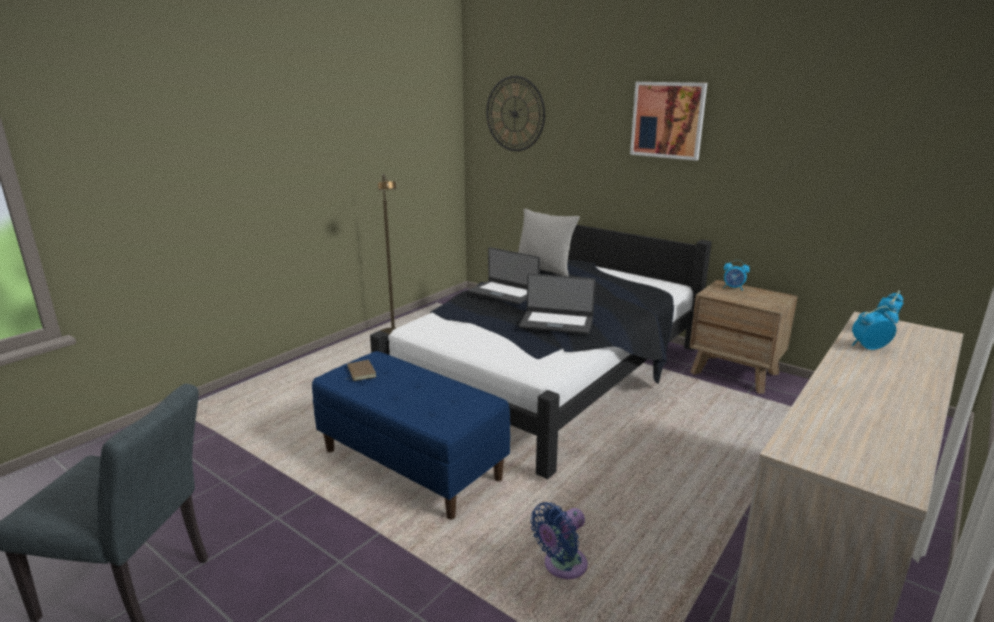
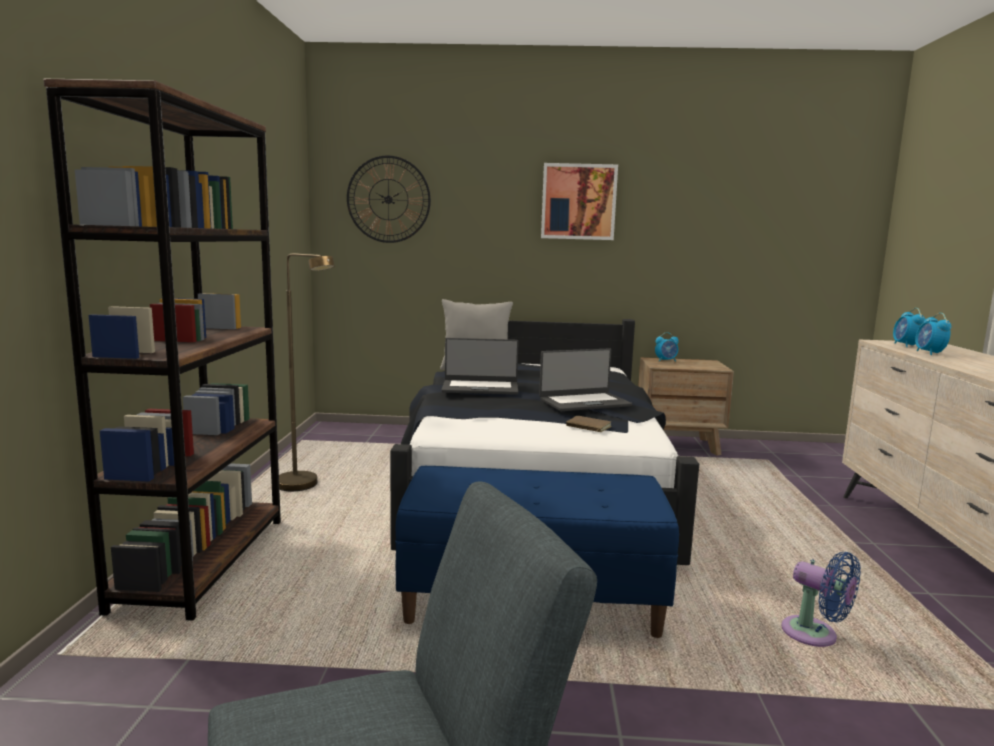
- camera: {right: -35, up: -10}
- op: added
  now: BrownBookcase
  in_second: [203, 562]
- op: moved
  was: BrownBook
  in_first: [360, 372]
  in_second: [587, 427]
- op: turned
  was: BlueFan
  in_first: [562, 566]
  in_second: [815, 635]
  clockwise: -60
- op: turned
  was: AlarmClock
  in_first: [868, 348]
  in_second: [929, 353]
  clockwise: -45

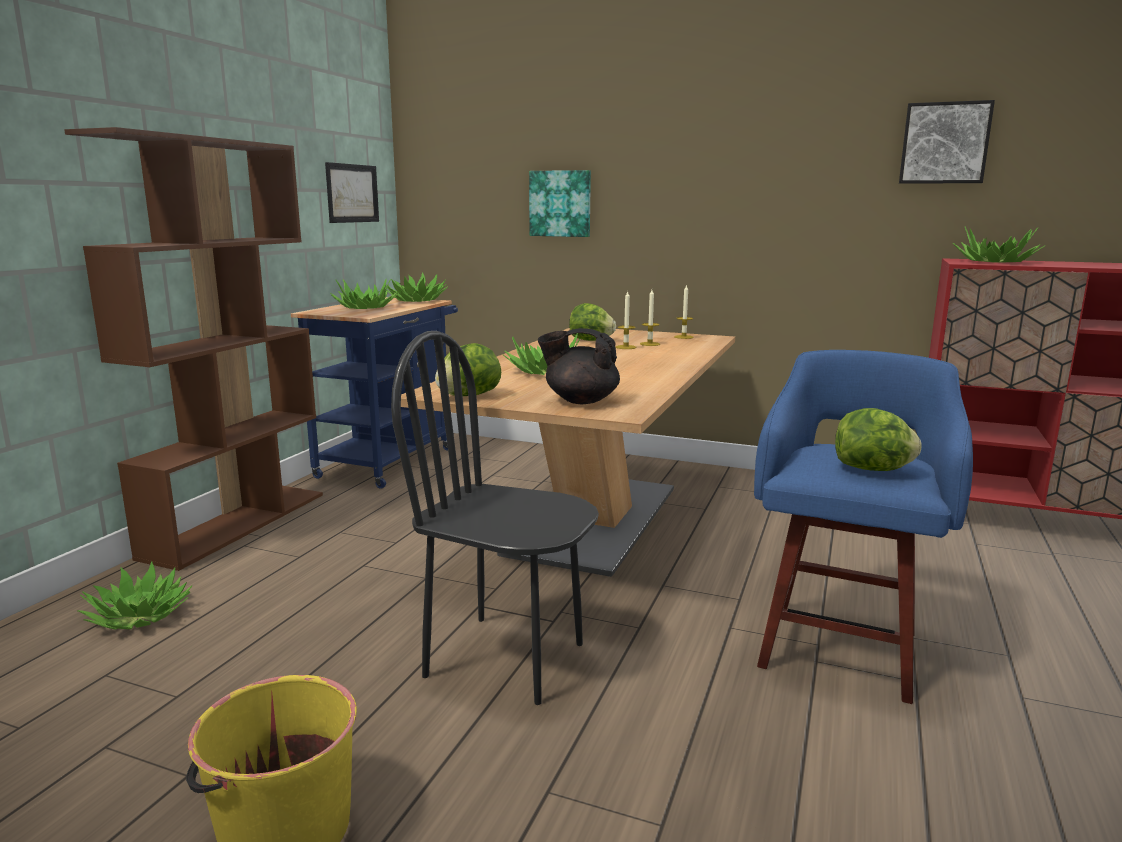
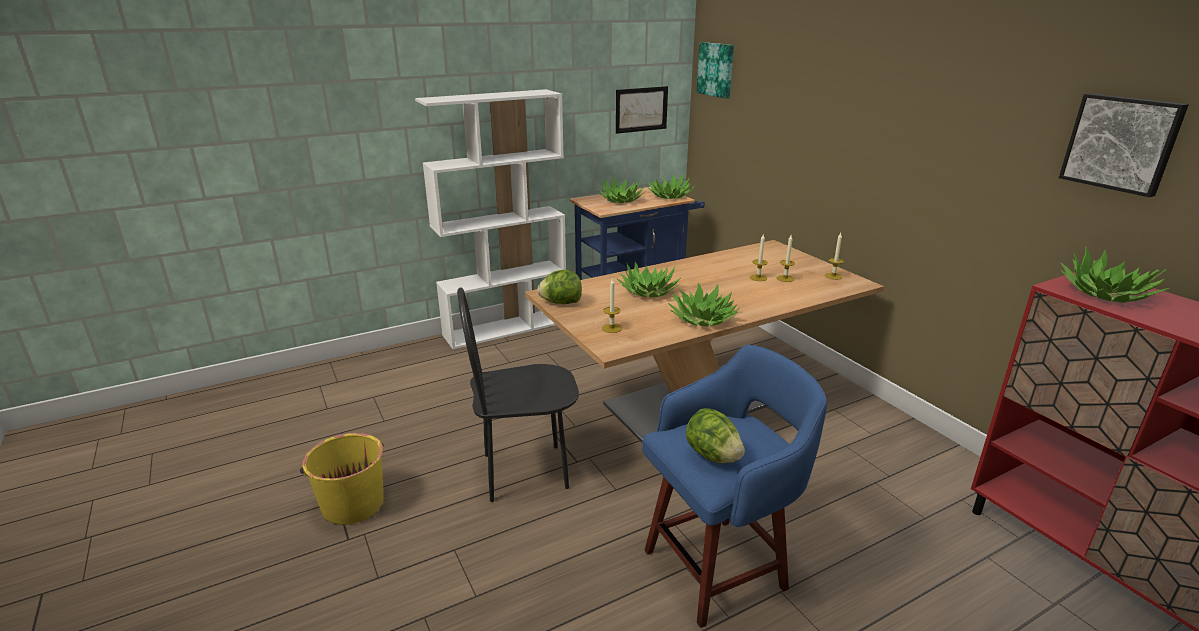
- camera: {right: 40, up: 10}
- op: removed
  was: Lettuce
  in_first: [591, 340]
- op: moved
  was: PottedPlant
  in_first: [139, 616]
  in_second: [702, 319]
- op: moved
  was: Picture
  in_first: [560, 203]
  in_second: [716, 69]
- op: replaced
  was: BlackTeapot
  now: Candle
  in_first: [580, 400]
  in_second: [611, 328]
- op: recoloured
  was: BrownBookcase
  now: WhiteBookcase
  in_first: [237, 524]
  in_second: [506, 328]
- op: turned
  was: BlackChair
  in_first: [506, 658]
  in_second: [525, 471]
  clockwise: -75

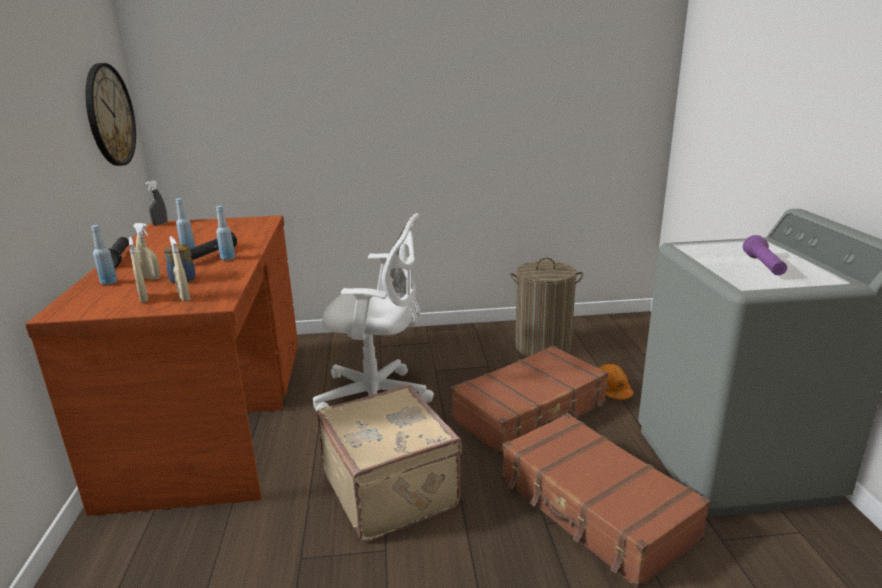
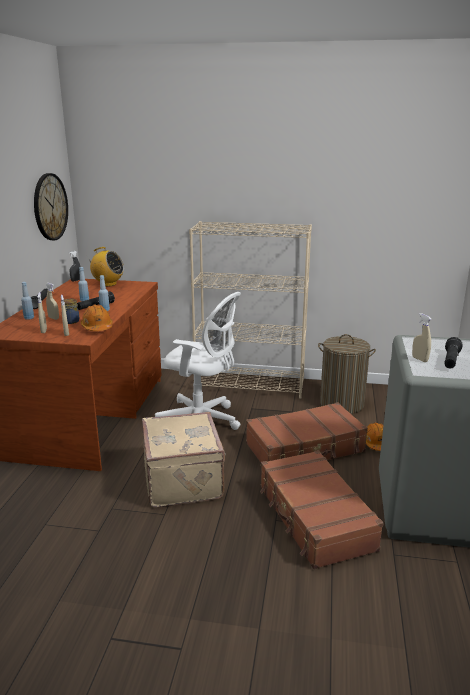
- camera: {right: 15, up: 0}
- op: added
  now: OrangeHardHat
  in_second: [97, 327]
- op: added
  now: Radio
  in_second: [108, 284]
- op: added
  now: BeigeBookcase
  in_second: [250, 385]
- op: added
  now: BeigeSprayBottle
  in_second: [419, 359]
- op: recoloured
  was: PurpleFlashlight
  now: BlackFlashlight
  in_first: [764, 266]
  in_second: [450, 361]

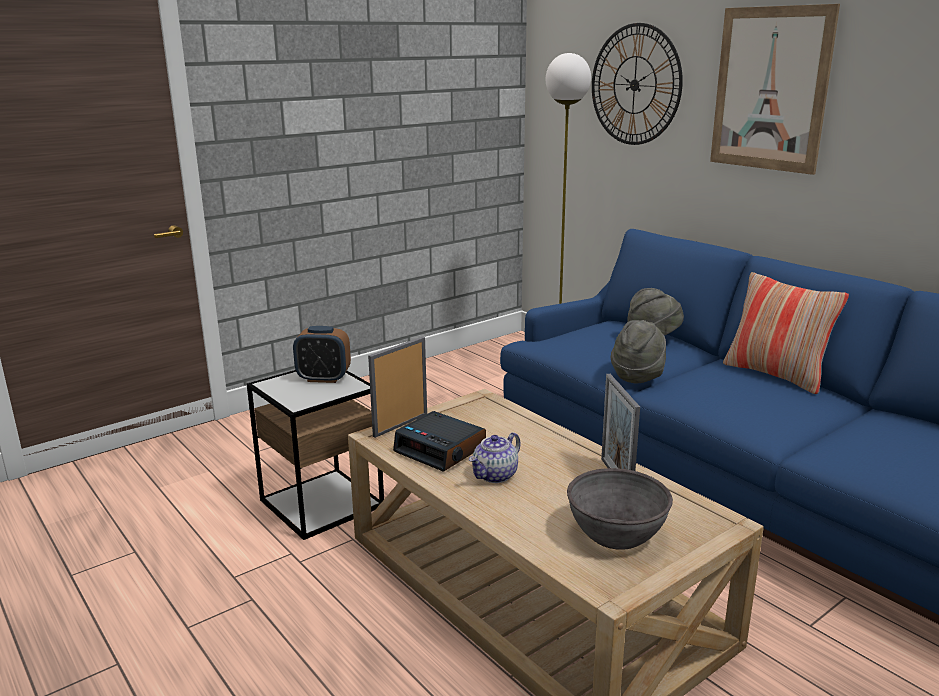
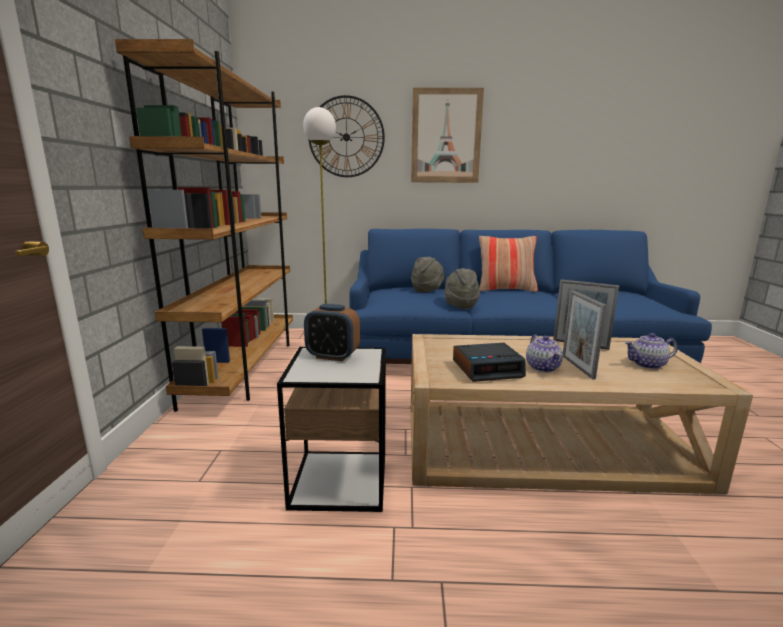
- camera: {right: -50, up: -5}
- op: added
  now: BrownBookcase
  in_second: [244, 368]
- op: moved
  was: PictureFrame
  in_first: [400, 425]
  in_second: [577, 367]
- op: replaced
  was: GreyBowl
  now: Teapot
  in_first: [616, 534]
  in_second: [647, 365]
- op: turned
  was: AlarmClock
  in_first: [324, 378]
  in_second: [332, 356]
  clockwise: 60

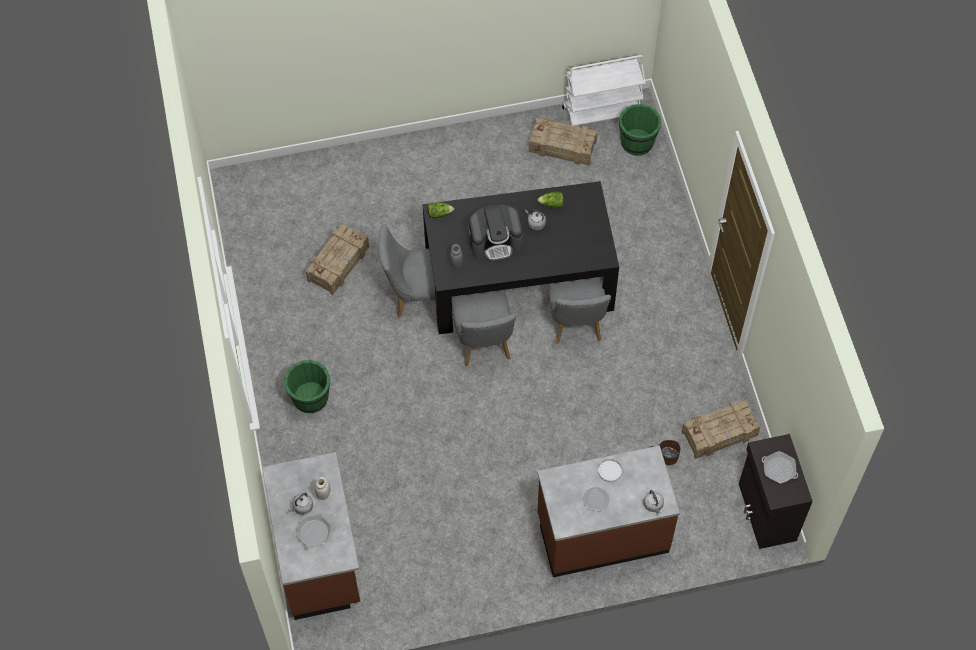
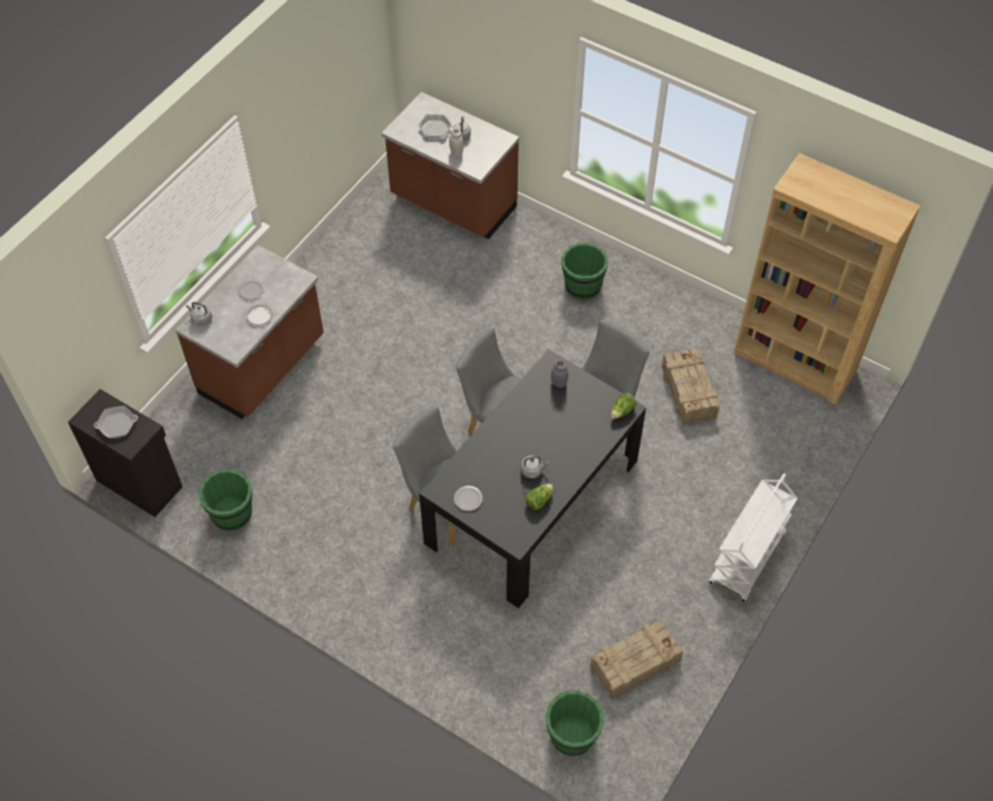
- camera: {right: 135, up: -5}
- op: removed
  was: CoffeeMachine
  in_first: [495, 241]
- op: removed
  was: BrownBucket
  in_first: [664, 458]
- op: added
  now: Plate
  in_second: [468, 499]
- op: added
  now: BrownBookcase
  in_second: [795, 362]
- op: moved
  was: WhiteCart
  in_first: [602, 112]
  in_second: [747, 559]
- op: replaced
  was: Crate
  now: GreenBucket
  in_first: [720, 434]
  in_second: [232, 514]

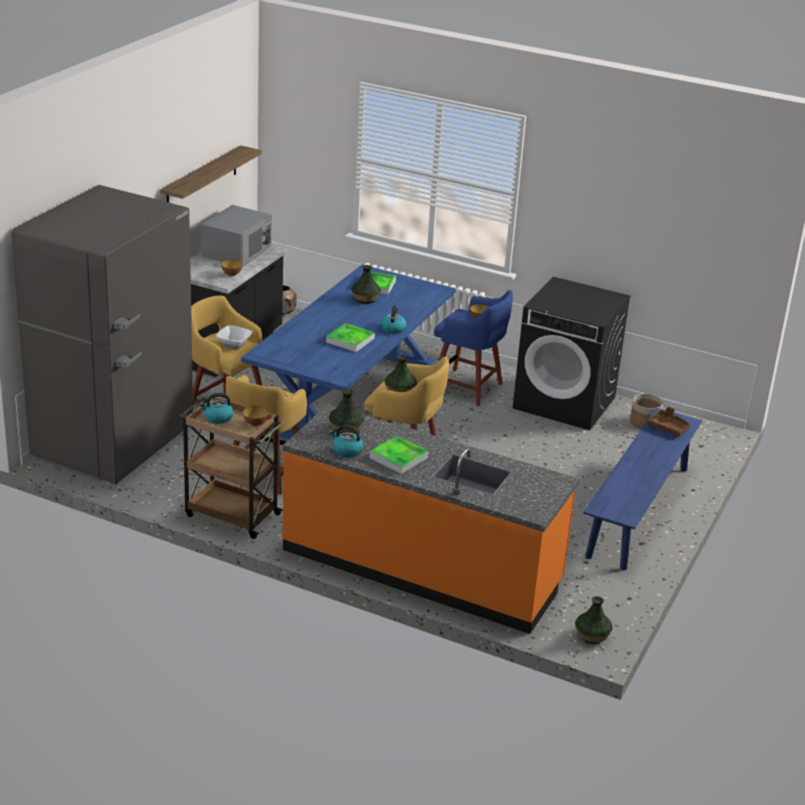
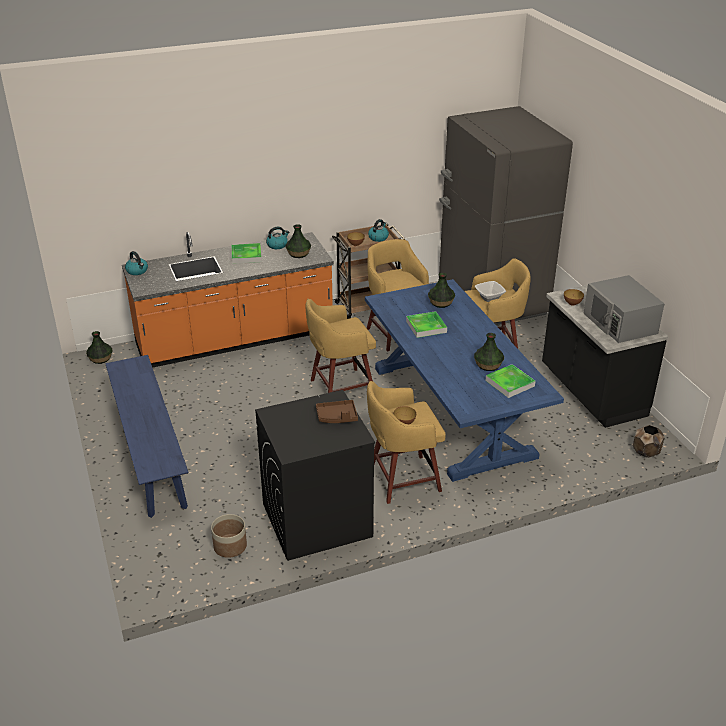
- camera: {right: 135, up: 5}
- op: removed
  was: Shelf
  in_first: [202, 179]
- op: moved
  was: Kettle
  in_first: [393, 328]
  in_second: [137, 271]
- op: moved
  was: Vase
  in_first: [400, 392]
  in_second: [440, 303]
- op: moved
  was: BrownTray
  in_first: [668, 428]
  in_second: [337, 417]
- op: recoloured
  was: BlueStool
  now: YellowStool
  in_first: [468, 388]
  in_second: [402, 479]

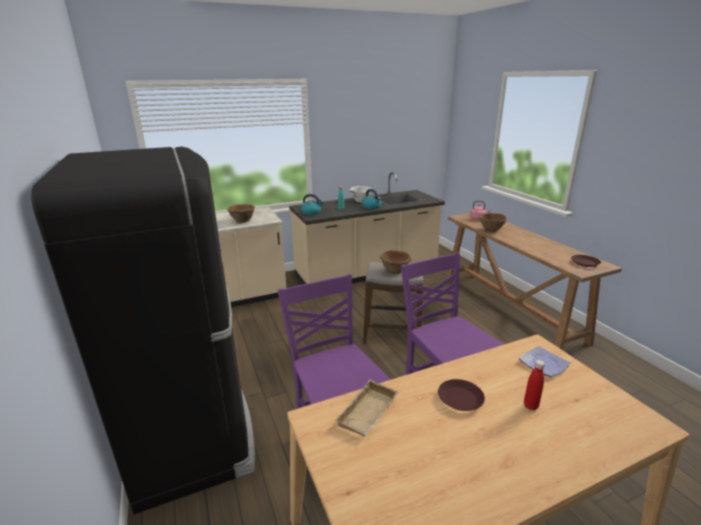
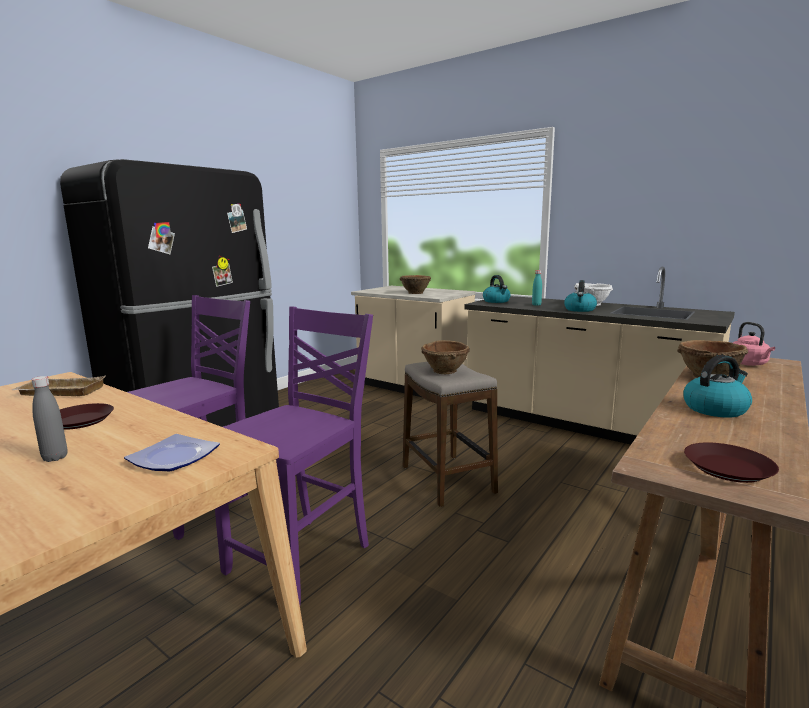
- camera: {right: 60, up: -10}
- op: added
  now: Kettle
  in_second: [715, 409]
- op: recoloured
  was: RedBottle
  now: GreyBottle
  in_first: [530, 406]
  in_second: [55, 458]

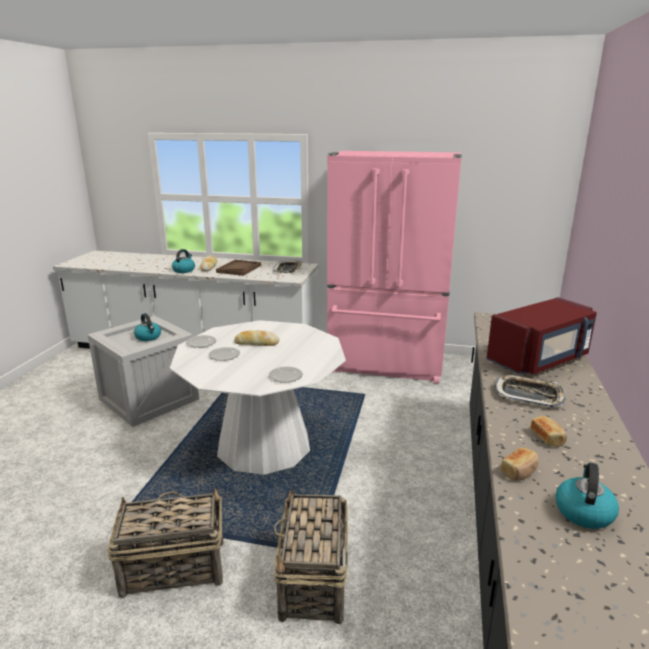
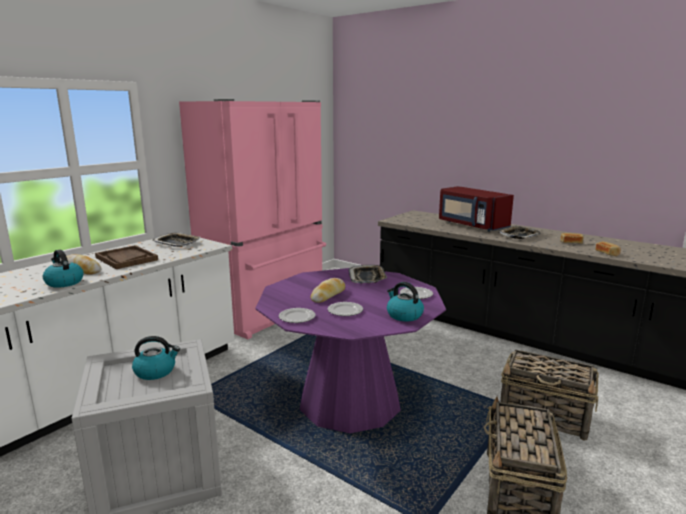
- camera: {right: -65, up: -5}
- op: added
  now: Tray
  in_second: [367, 278]
- op: moved
  was: Kettle
  in_first: [583, 511]
  in_second: [404, 315]
- op: recoloured
  was: WhiteDiningTable
  now: PurpleDiningTable
  in_first: [263, 445]
  in_second: [350, 402]
- op: turned
  was: RedMicrowave
  in_first: [539, 359]
  in_second: [471, 225]
  clockwise: 150

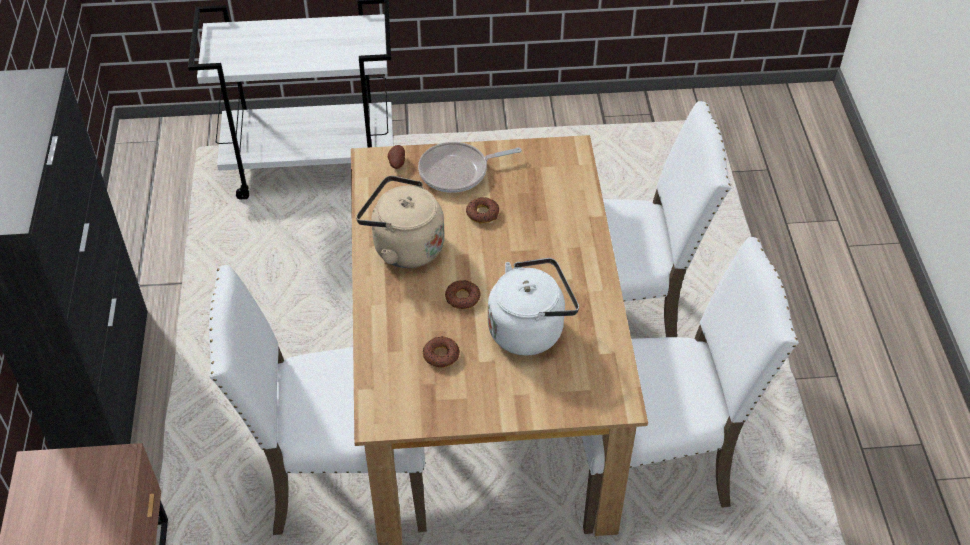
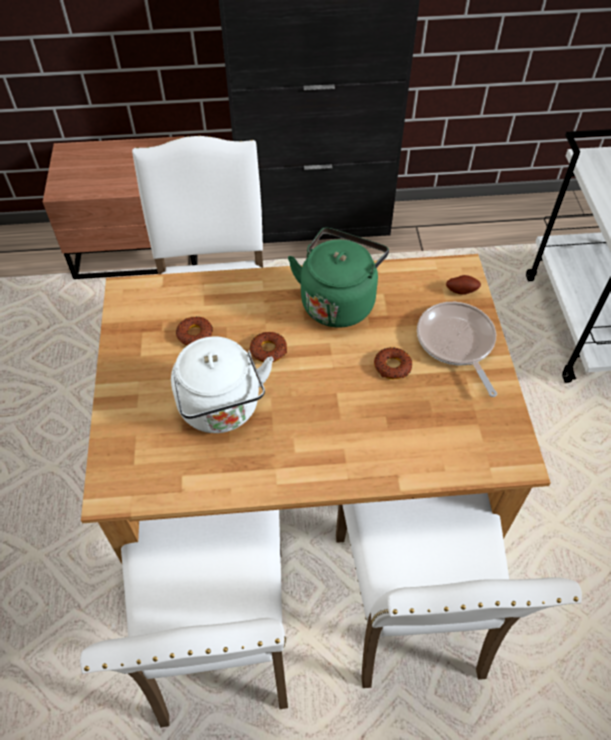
- camera: {right: 90, up: 5}
- op: recoloured
  was: BeigeKettle
  now: GreenKettle
  in_first: [404, 247]
  in_second: [338, 301]

